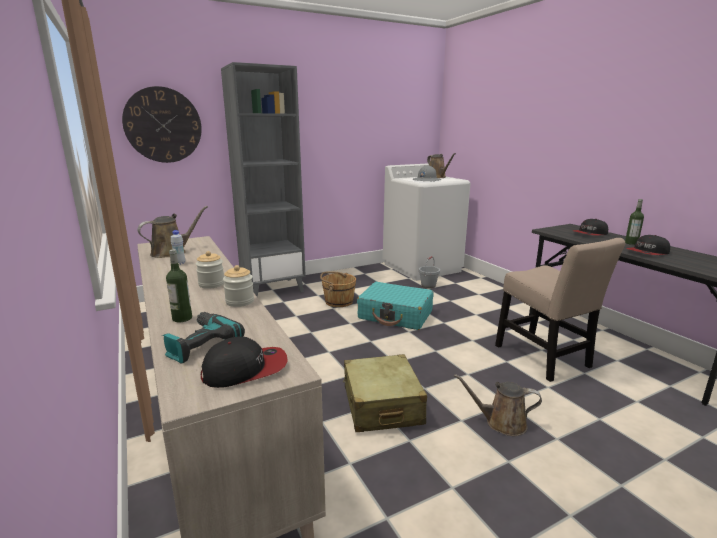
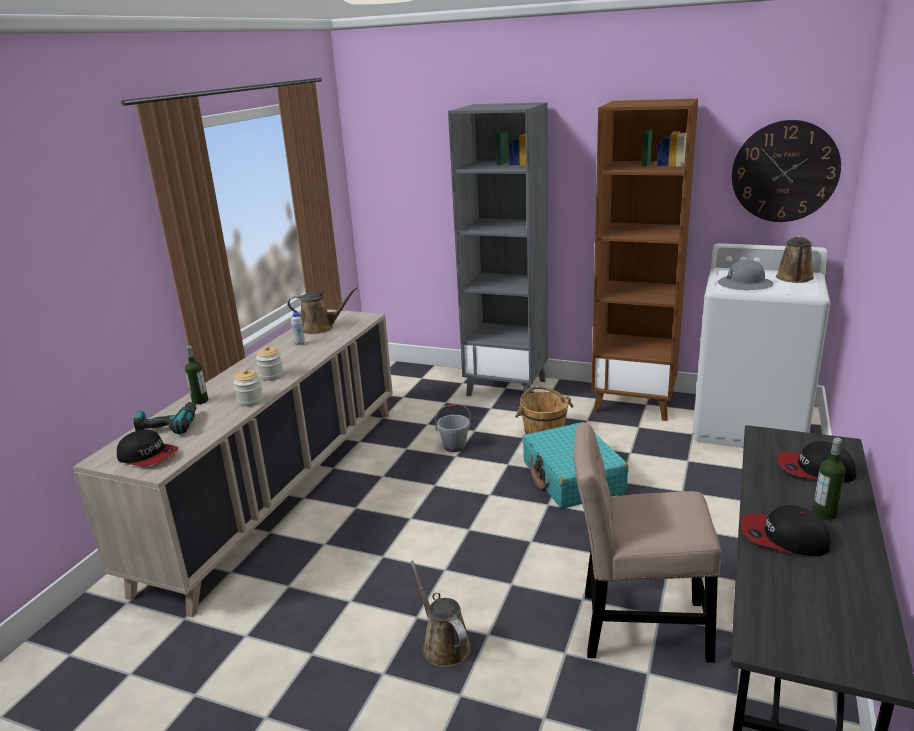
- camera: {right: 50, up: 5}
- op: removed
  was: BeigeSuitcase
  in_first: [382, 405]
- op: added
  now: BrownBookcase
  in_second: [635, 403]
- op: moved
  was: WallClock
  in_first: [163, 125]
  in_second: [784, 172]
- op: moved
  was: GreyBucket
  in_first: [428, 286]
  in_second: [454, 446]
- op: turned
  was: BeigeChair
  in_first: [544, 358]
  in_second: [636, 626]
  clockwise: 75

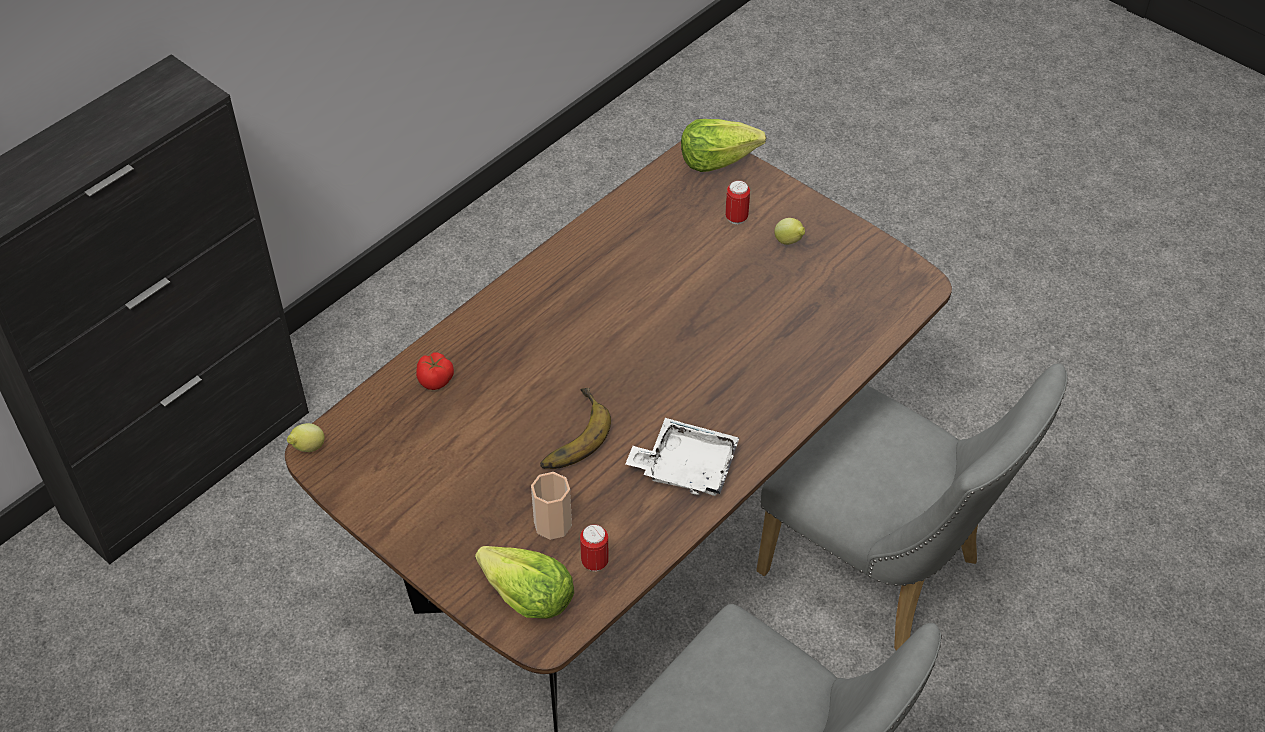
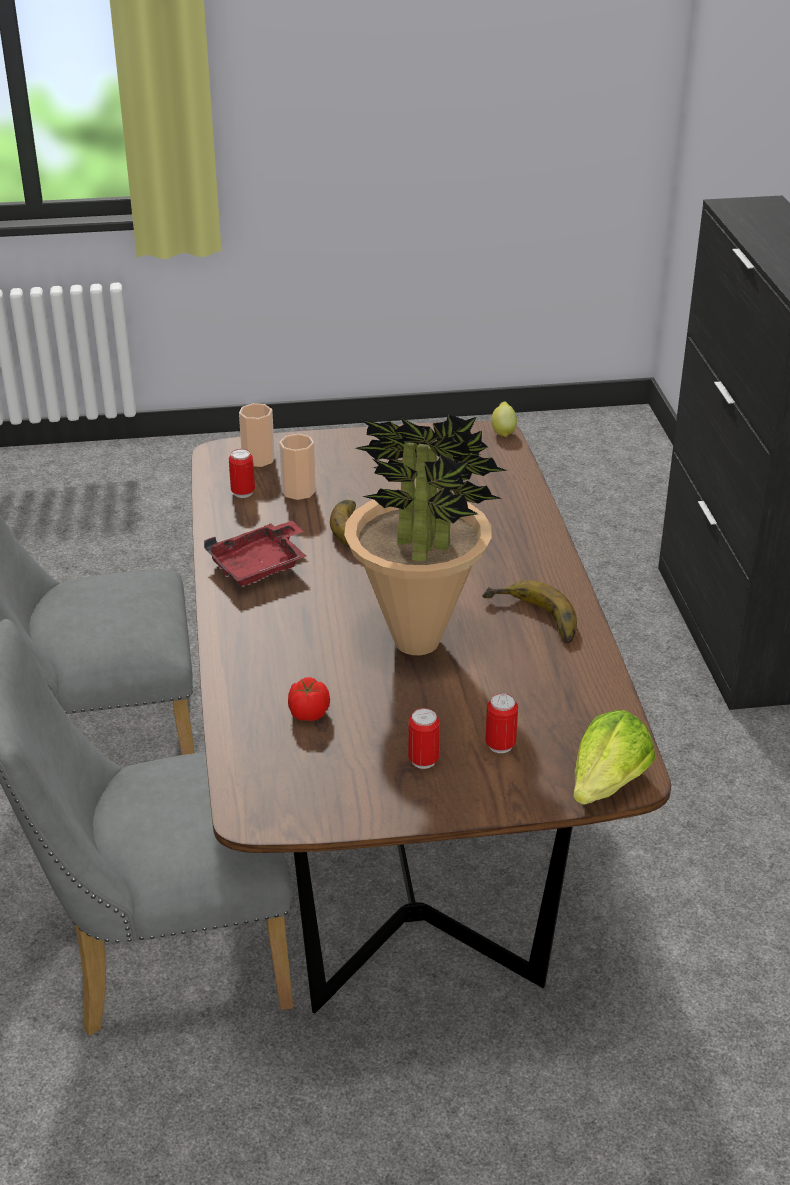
- camera: {right: 130, up: -15}
- op: added
  now: PottedPlant
  in_second: [418, 641]
- op: added
  now: Banana
  in_second: [531, 620]
- op: moved
  was: Tomato
  in_first: [436, 380]
  in_second: [308, 713]
- op: replaced
  was: Lettuce
  now: Cup
  in_first: [527, 596]
  in_second: [258, 459]
- op: replaced
  was: Lemon
  now: Can
  in_first: [789, 242]
  in_second: [423, 760]
- op: recoloured
  was: WhiteTray
  now: RedTray
  in_first: [686, 467]
  in_second: [259, 565]

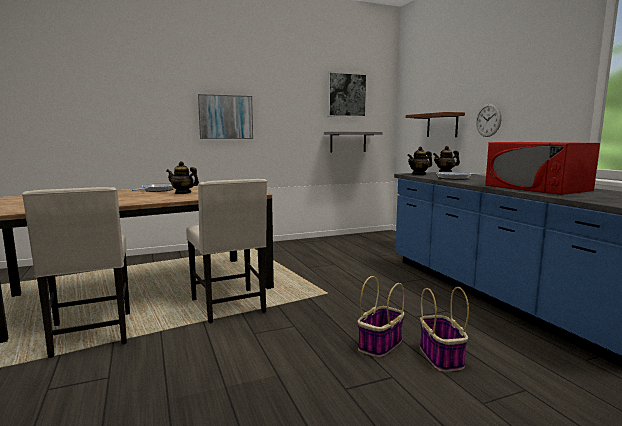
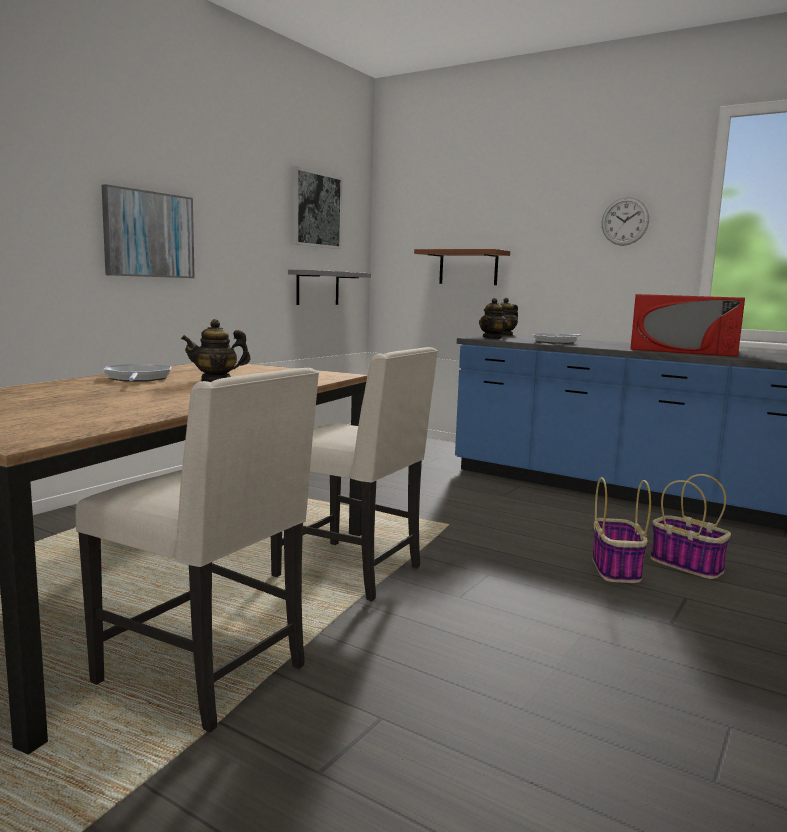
- camera: {right: -35, up: 0}
- op: moved
  was: WallClock
  in_first: [488, 120]
  in_second: [625, 221]

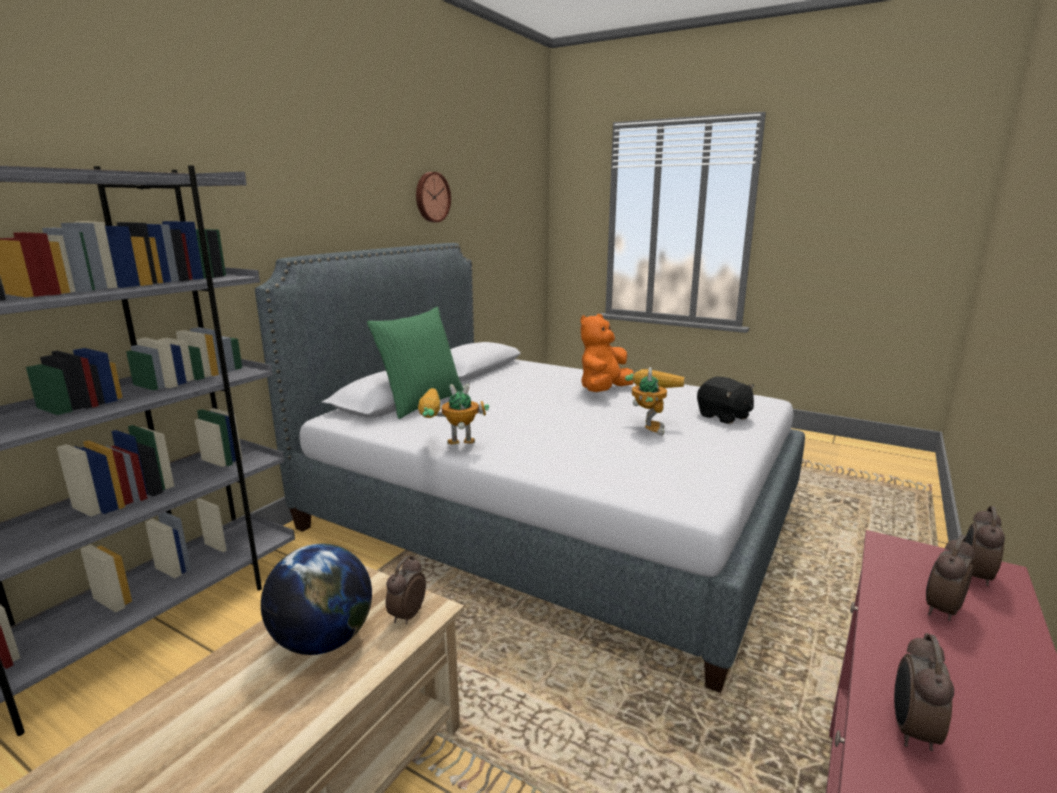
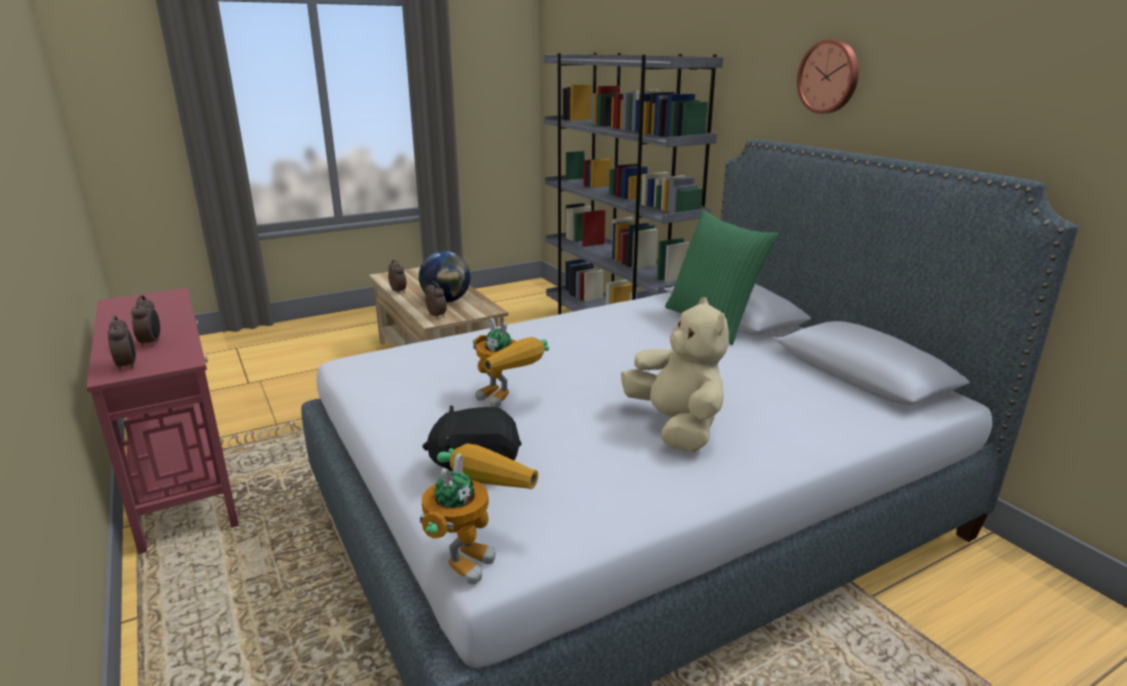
- camera: {right: 120, up: 5}
- op: moved
  was: WallClock
  in_first: [431, 197]
  in_second: [829, 77]
- op: moved
  was: ToyRobot
  in_first: [449, 449]
  in_second: [473, 551]
- op: moved
  was: AlarmClock
  in_first: [911, 731]
  in_second: [398, 291]
- op: recoloured
  was: OrangePlushToy
  now: BeigePlushToy
  in_first: [604, 391]
  in_second: [676, 427]

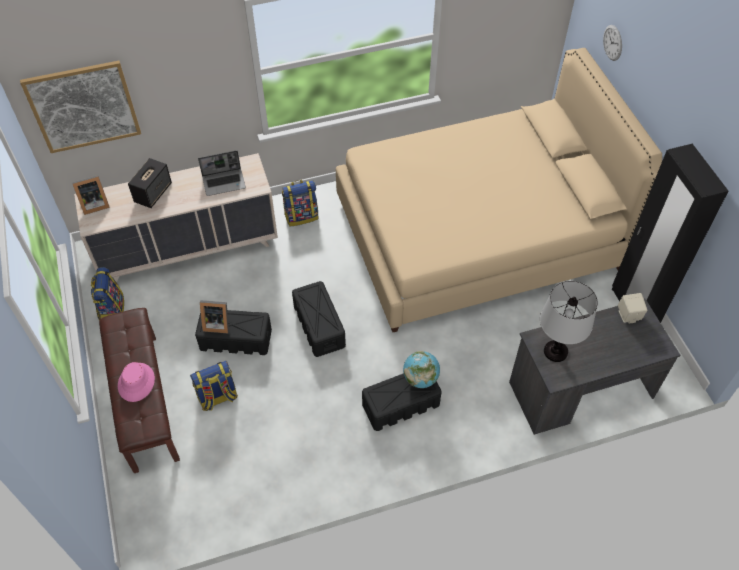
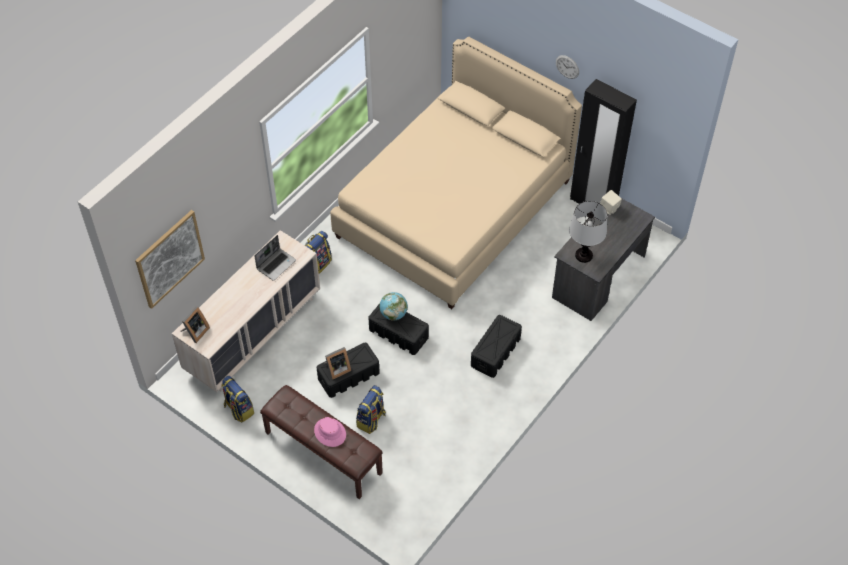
- camera: {right: -35, up: 0}
- op: removed
  was: Speaker
  in_first: [153, 193]
- op: moved
  was: Globe
  in_first: [420, 378]
  in_second: [393, 314]
- op: moved
  was: WallClock
  in_first: [612, 42]
  in_second: [567, 67]

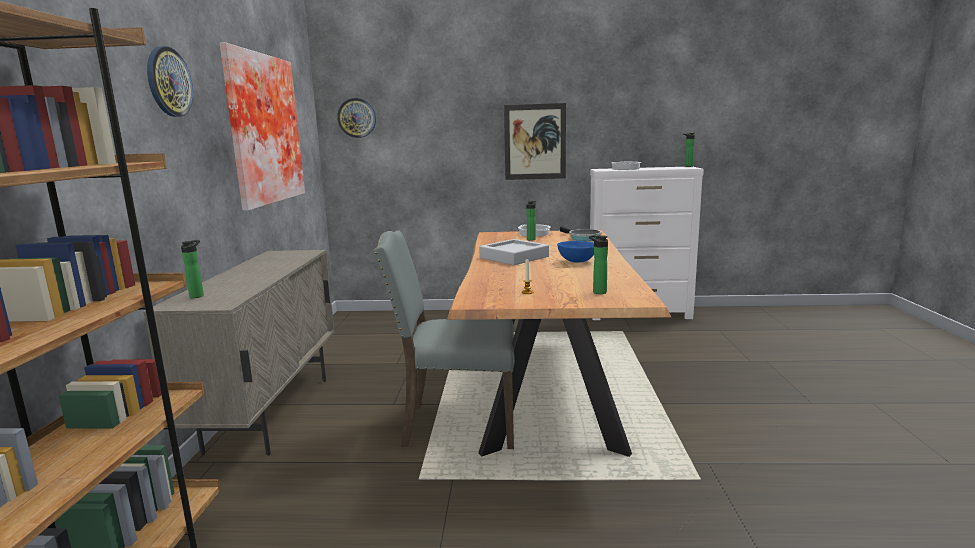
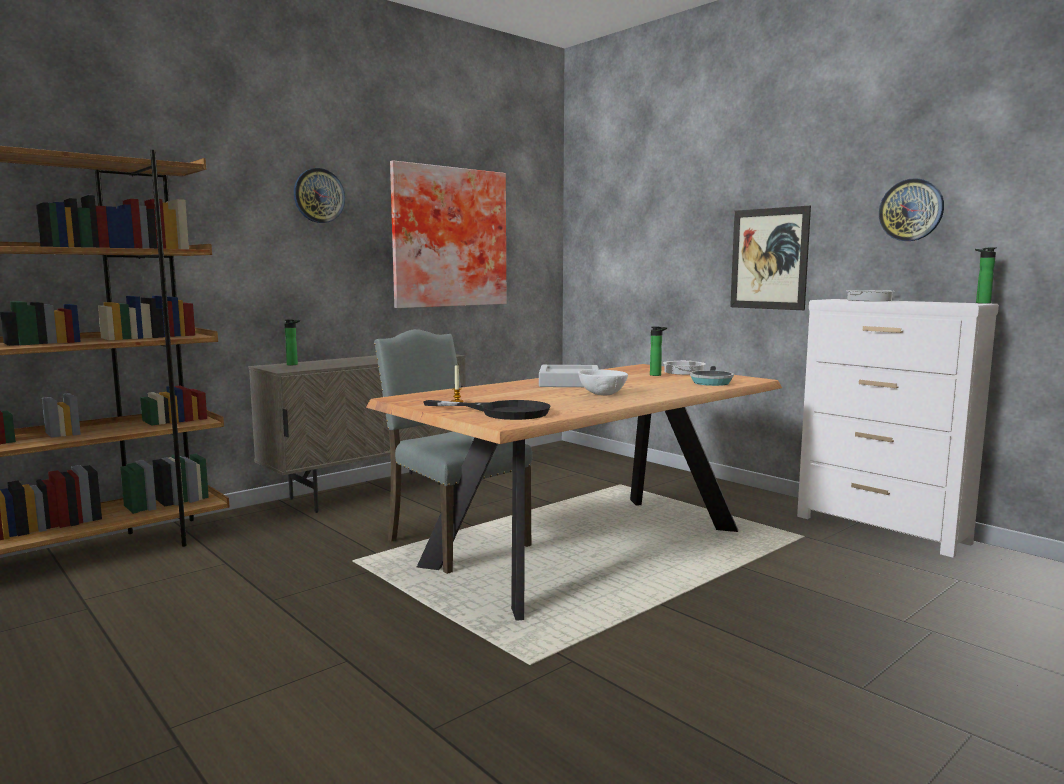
- camera: {right: 45, up: -5}
- op: moved
  was: WallClock
  in_first: [357, 118]
  in_second: [911, 210]
- op: replaced
  was: Bottle
  now: BlackFryingPan
  in_first: [598, 292]
  in_second: [503, 412]
- op: recoloured
  was: BlueBowl
  now: WhiteBowl
  in_first: [576, 261]
  in_second: [602, 394]

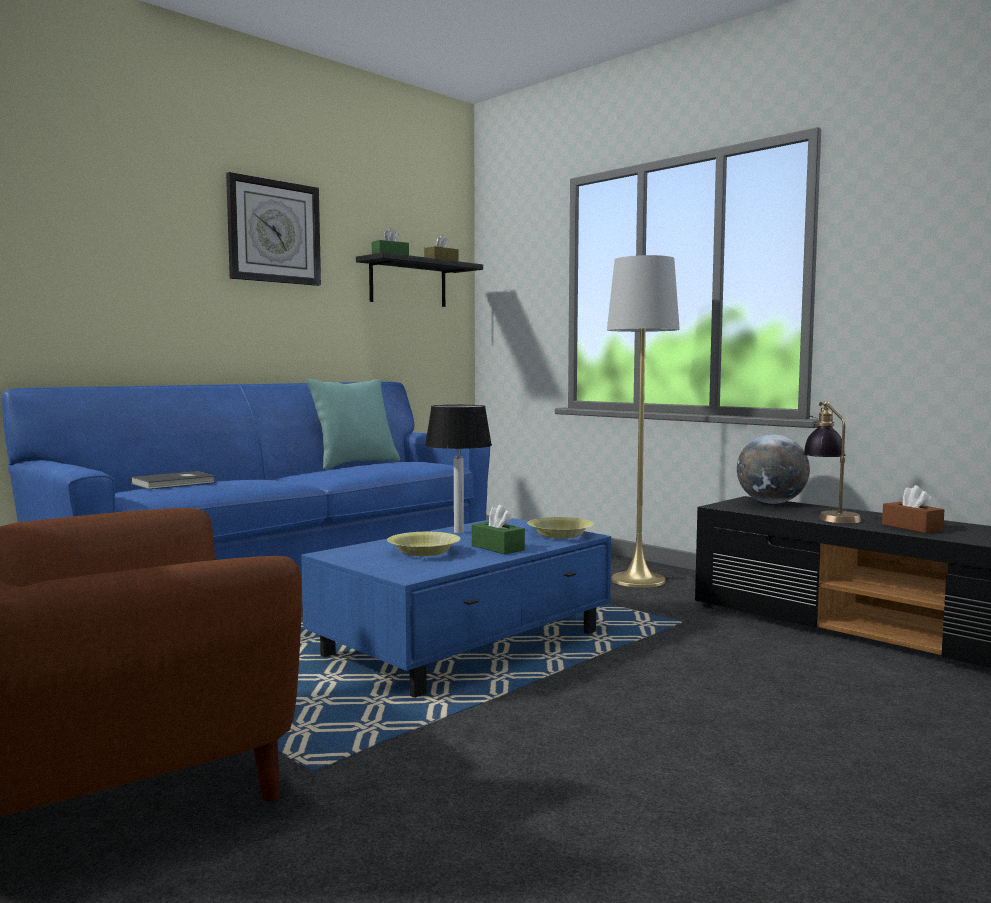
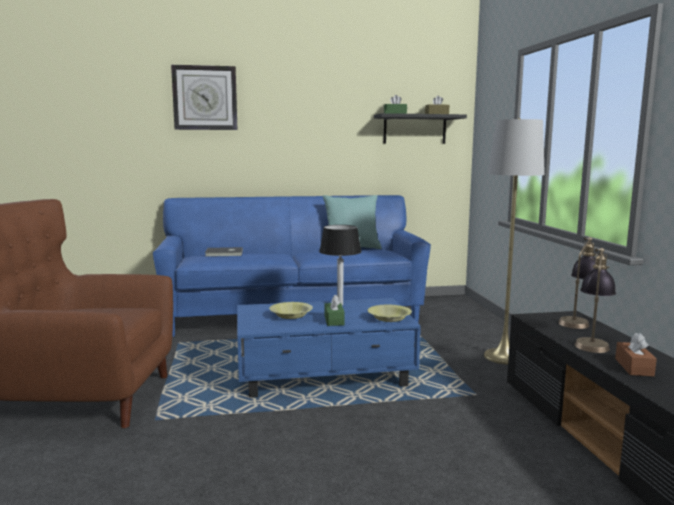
- camera: {right: 35, up: 5}
- op: moved
  was: WallClock
  in_first: [274, 232]
  in_second: [205, 98]
- op: replaced
  was: Globe
  now: TableLamp
  in_first: [771, 503]
  in_second: [578, 321]

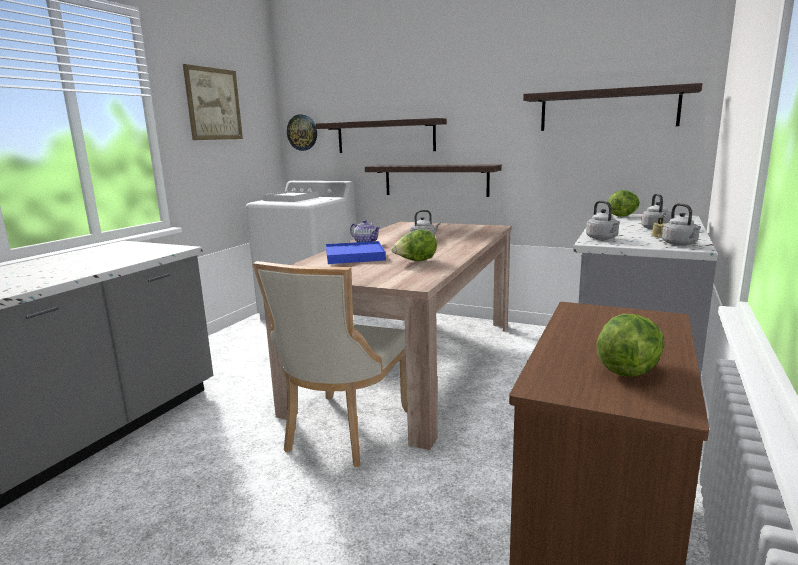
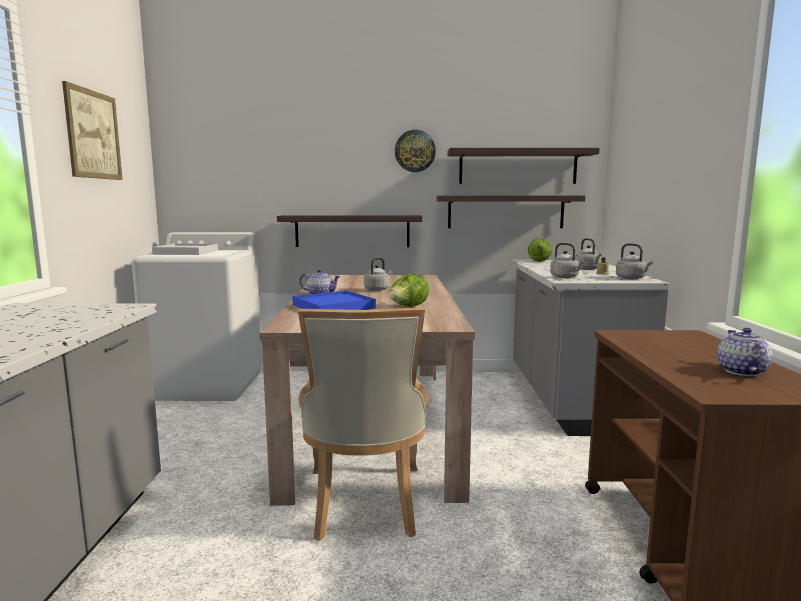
- camera: {right: -25, up: -5}
- op: moved
  was: WallClock
  in_first: [302, 132]
  in_second: [415, 151]
- op: moved
  was: Shelf
  in_first: [385, 136]
  in_second: [505, 212]
- op: replaced
  was: Lettuce
  now: Teapot
  in_first: [628, 368]
  in_second: [741, 371]

